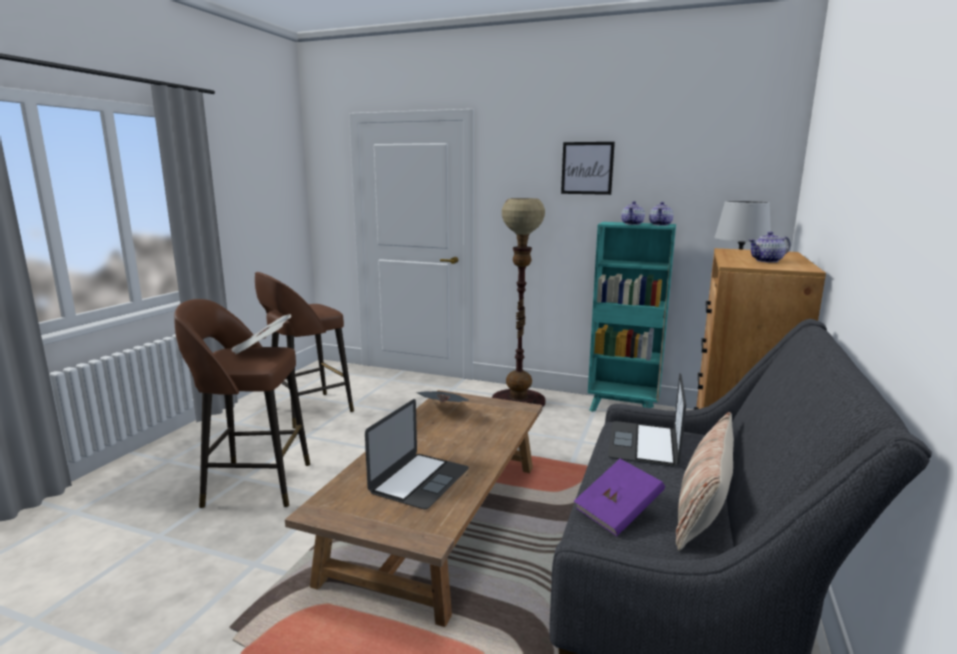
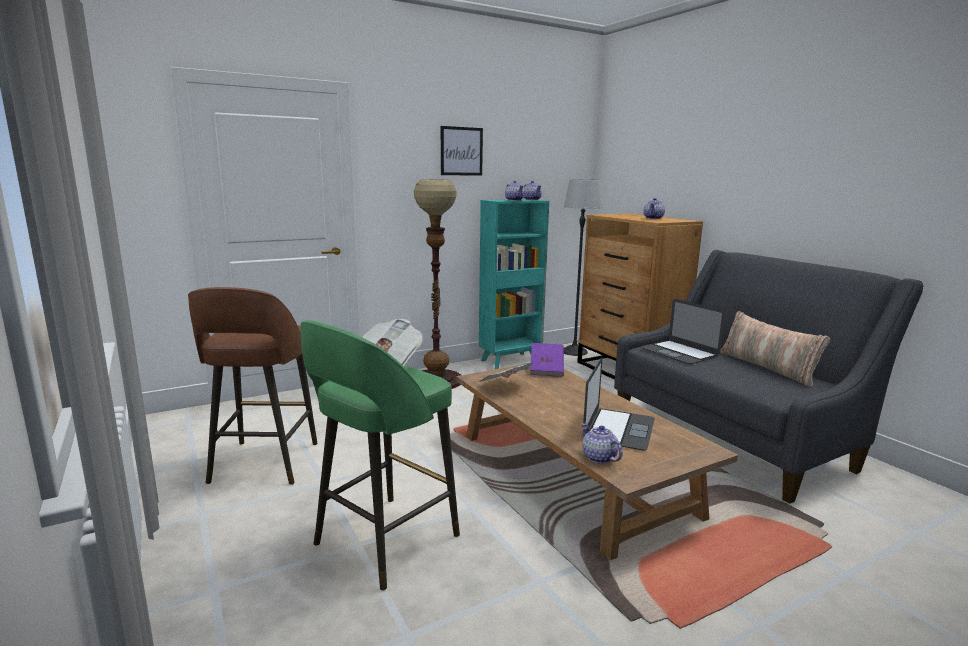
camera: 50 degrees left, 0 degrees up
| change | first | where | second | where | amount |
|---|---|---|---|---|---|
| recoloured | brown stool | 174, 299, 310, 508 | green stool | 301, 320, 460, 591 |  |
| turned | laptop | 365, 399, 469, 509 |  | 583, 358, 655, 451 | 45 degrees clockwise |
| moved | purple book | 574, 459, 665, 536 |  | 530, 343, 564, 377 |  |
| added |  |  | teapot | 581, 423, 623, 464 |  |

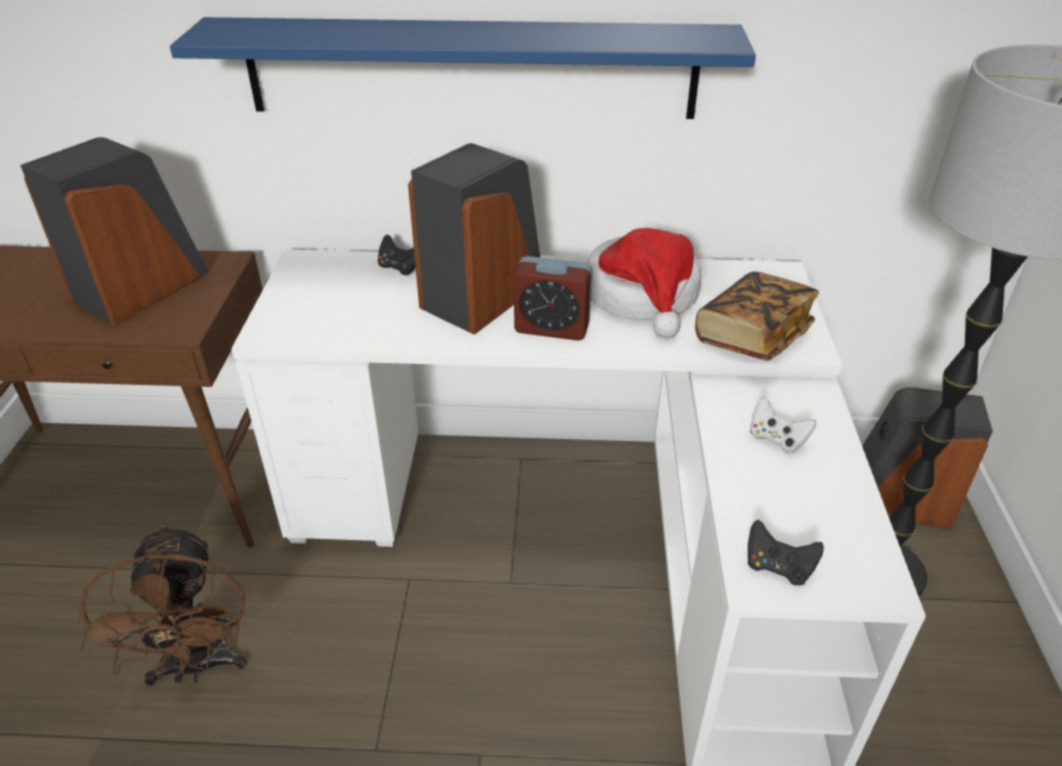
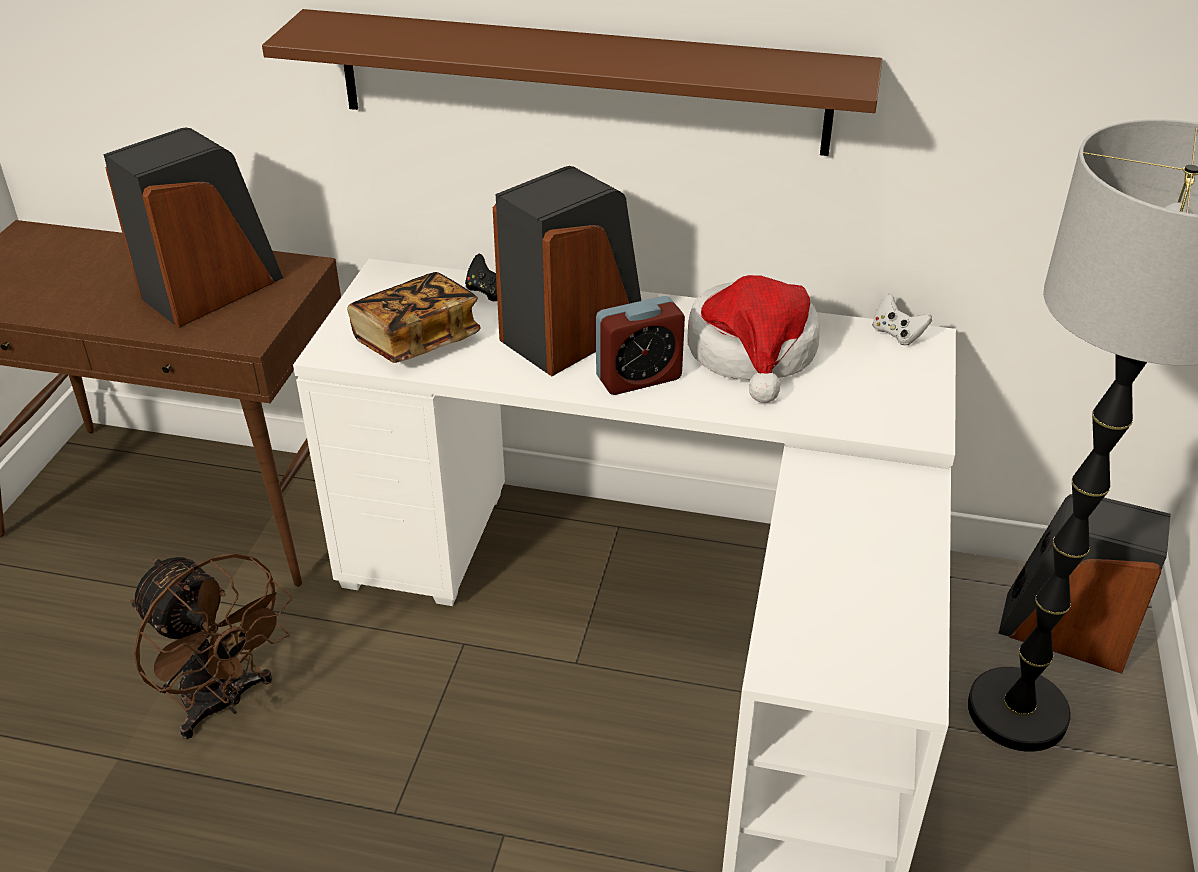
camera: 10 degrees right, 0 degrees up
| change | first | where | second | where | amount |
|---|---|---|---|---|---|
| turned | brown fan | 78, 523, 247, 686 |  | 130, 553, 292, 739 | 45 degrees counterclockwise |
| recoloured | blue shelf | 170, 17, 756, 119 | brown shelf | 262, 9, 882, 156 |  |
| turned | alarm clock | 513, 256, 592, 341 |  | 596, 296, 685, 395 | 45 degrees counterclockwise |
| moved | book | 695, 271, 819, 361 |  | 347, 272, 481, 363 |  |
| removed | black game controller | 747, 520, 824, 586 |  |  |  |
| moved | white game controller | 750, 396, 816, 454 |  | 872, 293, 932, 345 |  |

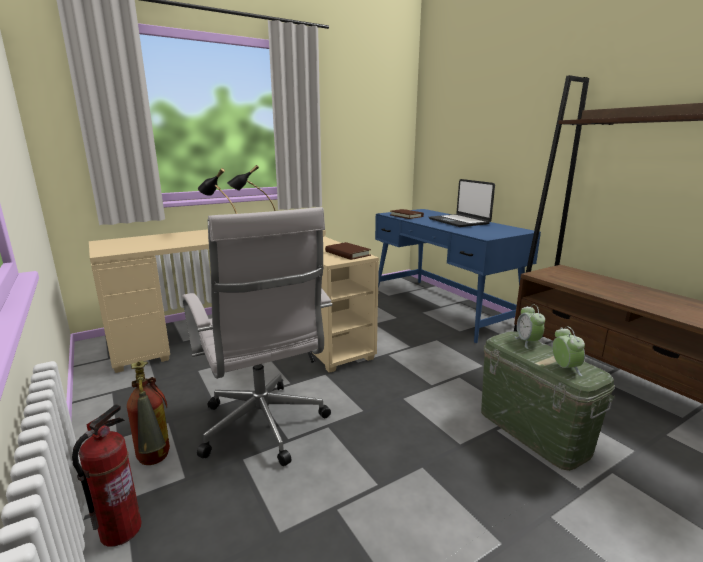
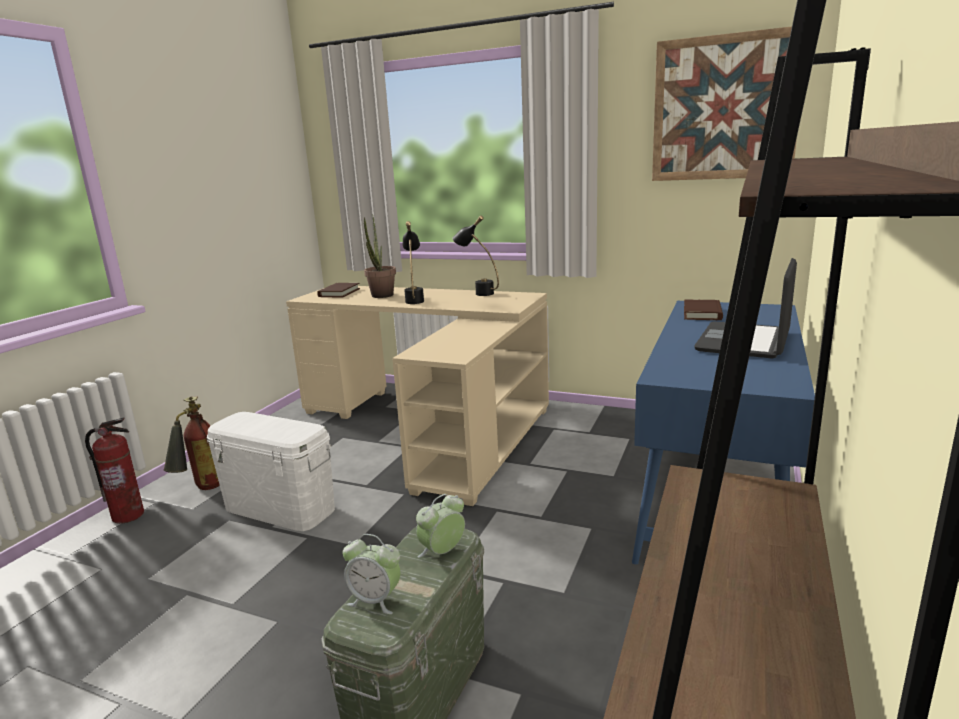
camera: 55 degrees right, 0 degrees up
| change | first | where | second | where | amount |
|---|---|---|---|---|---|
| replaced | white office chair | 182, 207, 332, 466 | white storage box | 207, 412, 335, 531 |  |
| moved | brown book | 325, 242, 371, 260 |  | 317, 283, 360, 297 |  |
| turned | alarm clock | 552, 326, 585, 376 |  | 343, 534, 401, 614 | 60 degrees clockwise |
| added |  |  | potted plant | 364, 215, 396, 298 |  |
| added |  |  | picture | 652, 26, 797, 181 |  |

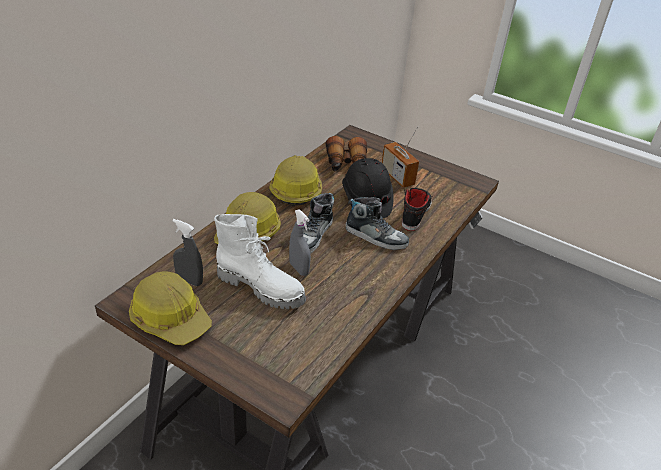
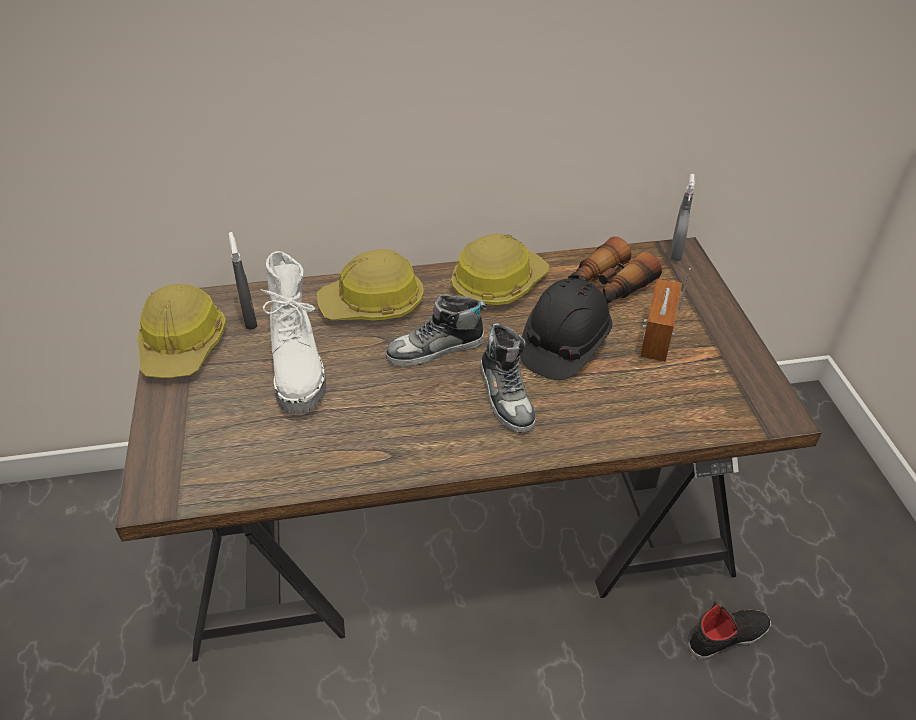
camera: 50 degrees right, 5 degrees up
| change | first | where | second | where | amount |
|---|---|---|---|---|---|
| moved | grey spray bottle | 289, 209, 311, 276 |  | 670, 174, 695, 261 |  |
| moved | black shoe | 402, 188, 432, 231 |  | 688, 601, 771, 660 |  |

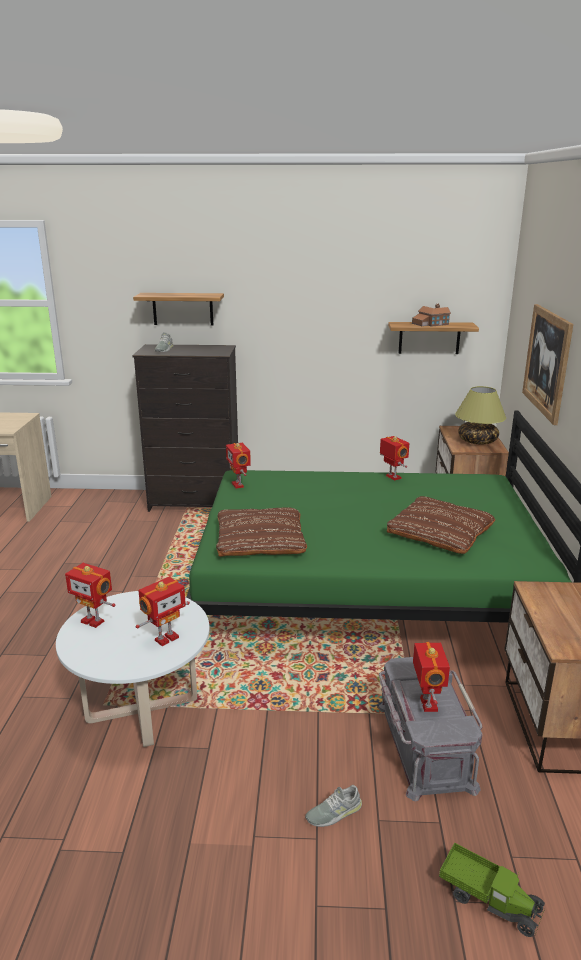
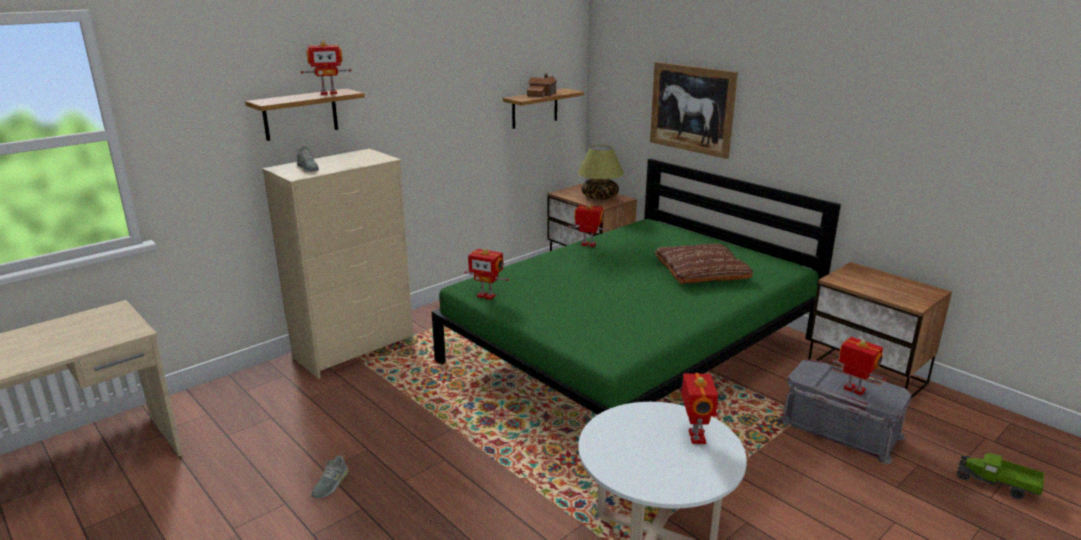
camera: 45 degrees left, 0 degrees up
| change | first | where | second | where | amount |
|---|---|---|---|---|---|
| moved | toy robot | 65, 563, 116, 628 |  | 301, 41, 351, 95 |  |
| recoloured | black dresser | 132, 344, 238, 512 | beige dresser | 262, 149, 414, 379 |  |
| removed | brown pillow | 216, 507, 307, 557 |  |  |  |
| moved | grey shoe | 305, 785, 362, 827 |  | 311, 456, 349, 498 |  |
| turned | toy truck | 439, 842, 545, 937 |  | 957, 453, 1045, 500 | 135 degrees counterclockwise |

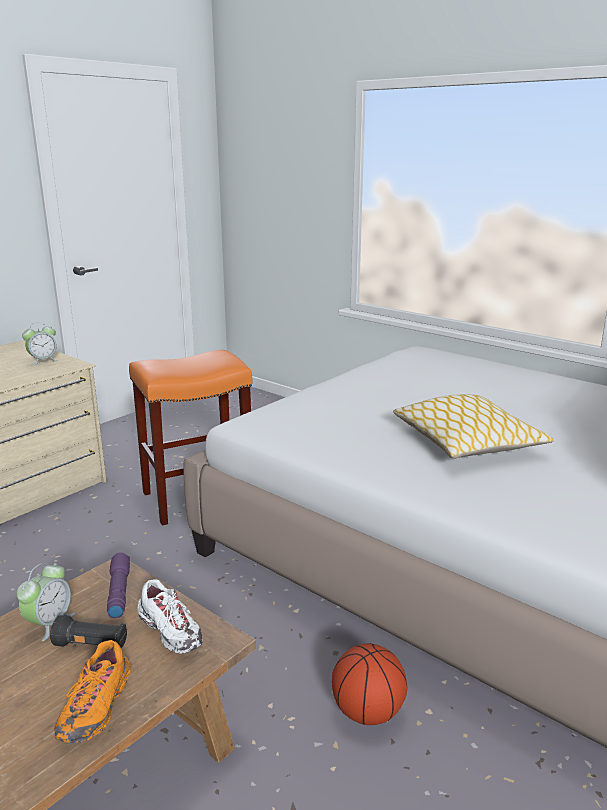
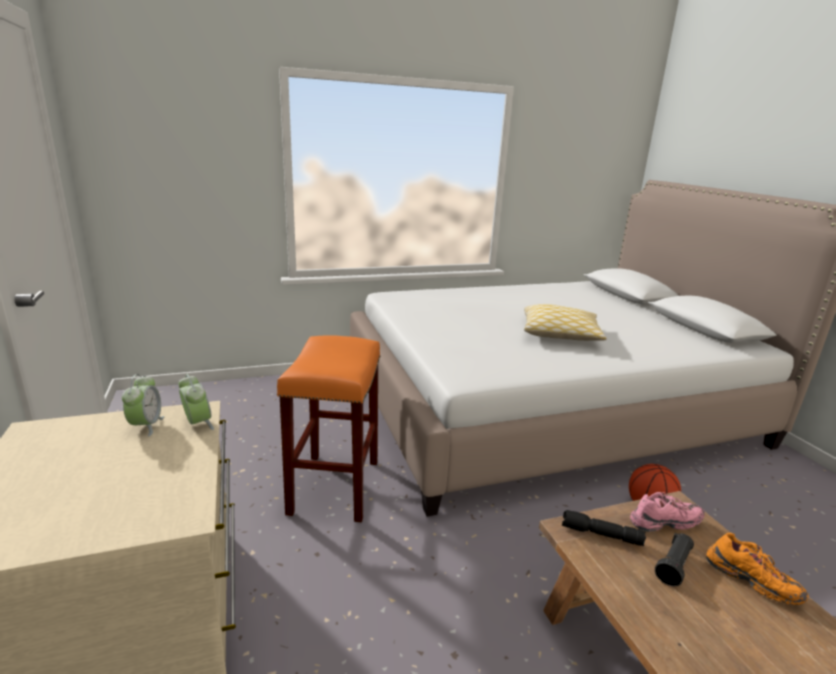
camera: 60 degrees left, 0 degrees up
| change | first | where | second | where | amount |
|---|---|---|---|---|---|
| moved | alarm clock | 16, 563, 75, 641 |  | 179, 374, 214, 430 |  |
| recoloured | purple flashlight | 107, 552, 130, 618 | black flashlight | 562, 510, 646, 546 |  |
| recoloured | white shoe | 137, 579, 203, 654 | pink shoe | 630, 492, 705, 532 |  |

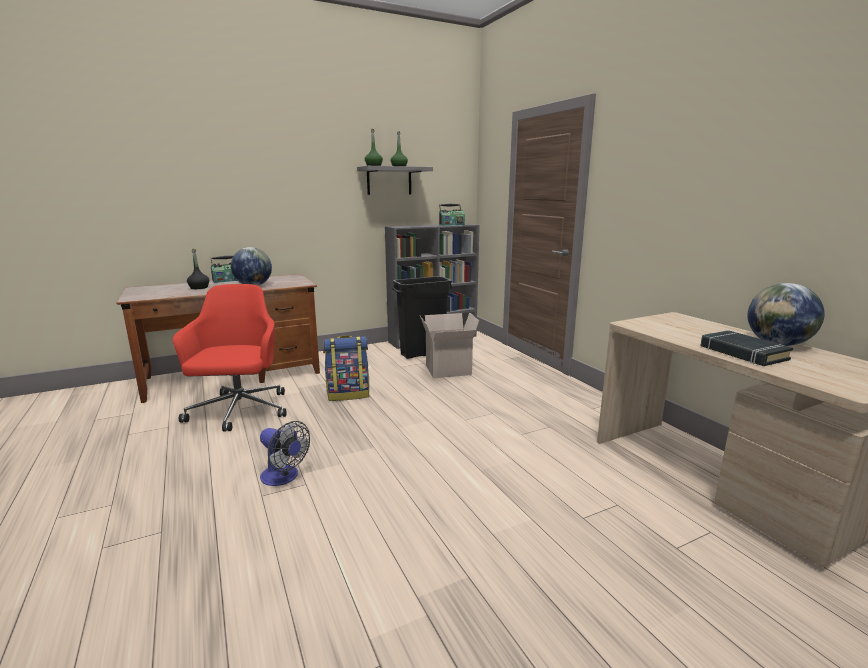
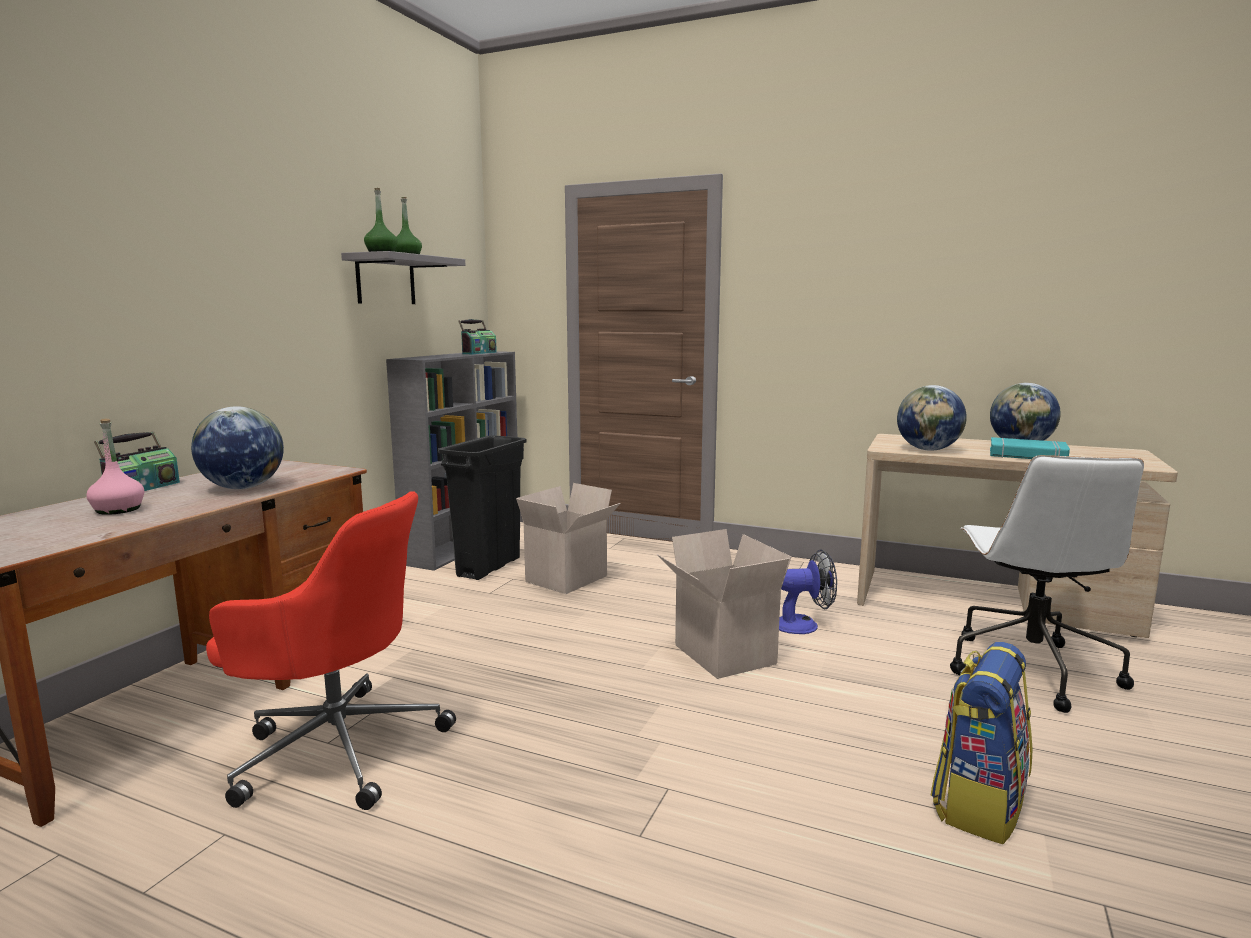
camera: 40 degrees left, 5 degrees down
| change | first | where | second | where | amount |
|---|---|---|---|---|---|
| turned | red office chair | 173, 284, 286, 432 |  | 206, 491, 456, 810 | 150 degrees clockwise |
| recoloured | black bottle | 187, 248, 209, 289 | pink bottle | 86, 419, 144, 515 |  |
| moved | fan | 260, 421, 310, 486 |  | 779, 549, 837, 634 |  |
| moved | backpack | 323, 335, 369, 401 |  | 930, 642, 1032, 844 |  |
| recoloured | black book | 700, 330, 793, 366 | turquoise book | 990, 437, 1070, 459 |  |
| added |  |  | cardboard box | 657, 529, 791, 679 |  |
| added |  |  | globe | 897, 385, 967, 451 |  |
| added |  |  | white office chair | 950, 455, 1144, 713 |  |

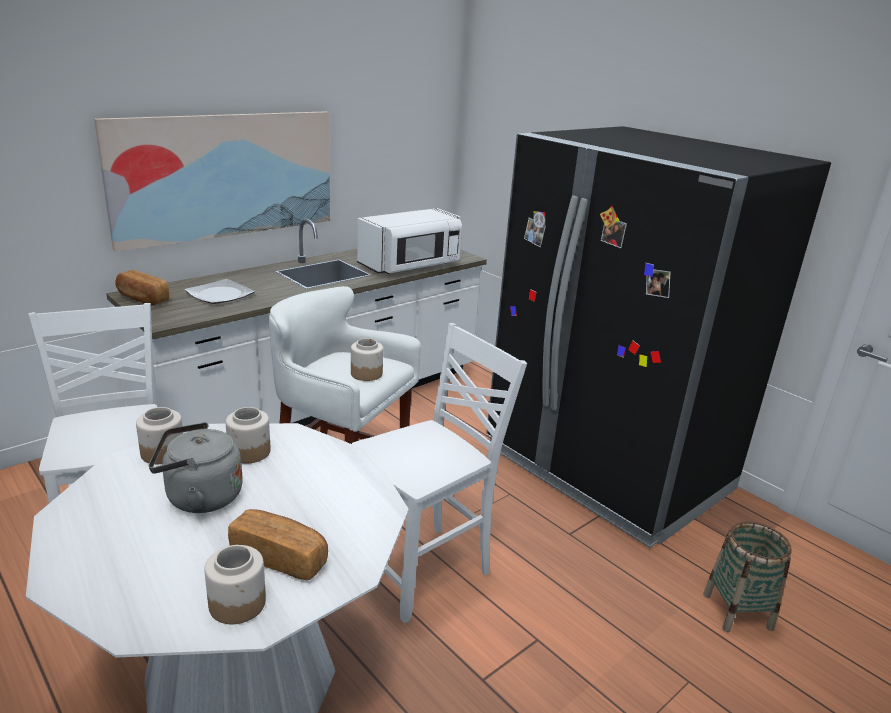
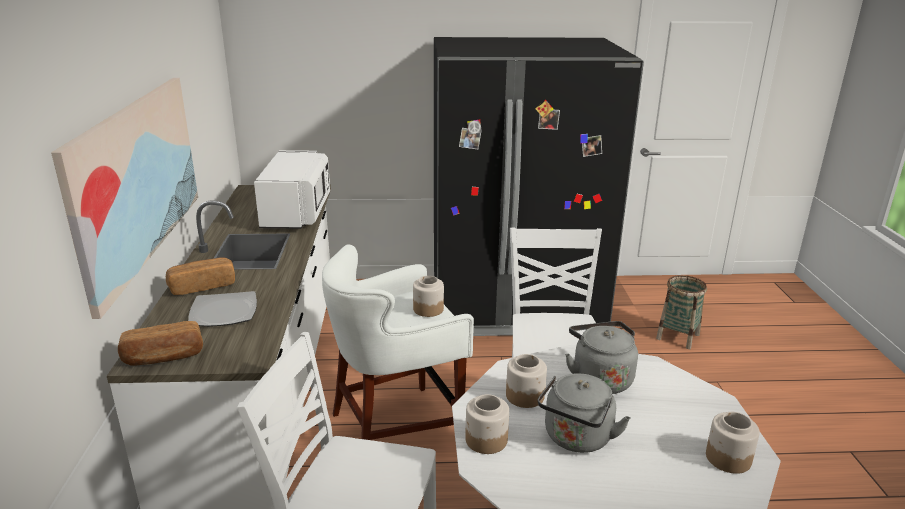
camera: 50 degrees left, 0 degrees up
| change | first | where | second | where | amount |
|---|---|---|---|---|---|
| moved | bread | 228, 509, 328, 581 |  | 166, 257, 235, 295 |  |
| added |  |  | grey kettle | 565, 321, 638, 394 |  |

